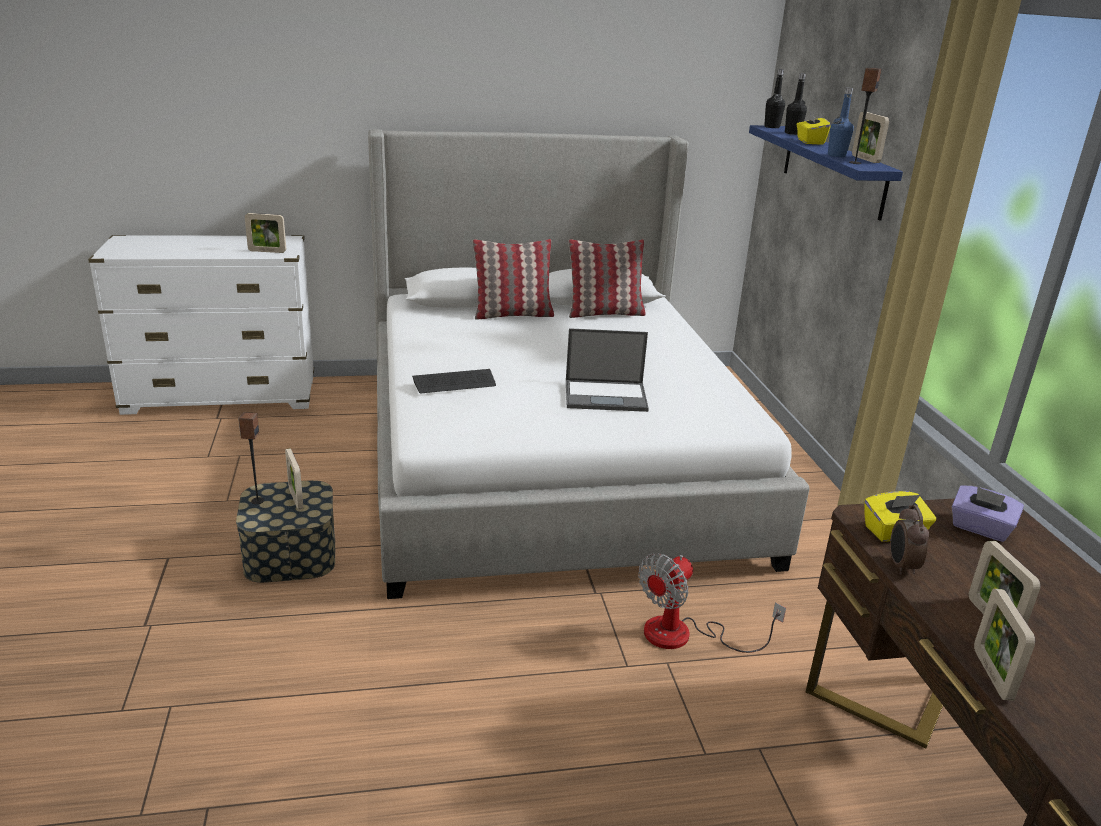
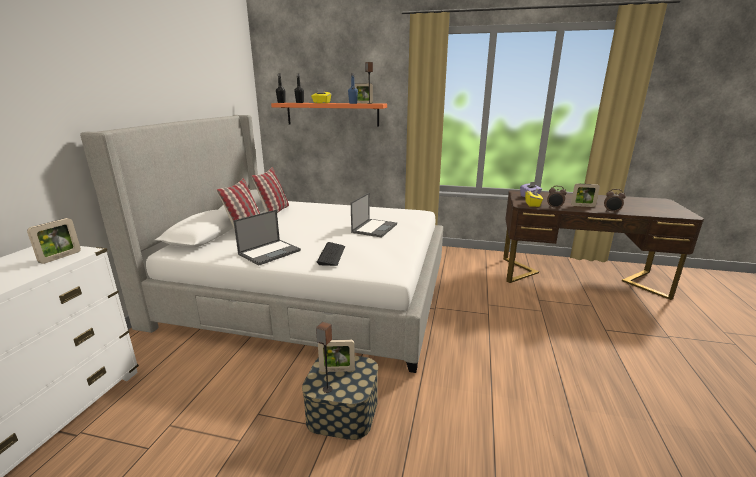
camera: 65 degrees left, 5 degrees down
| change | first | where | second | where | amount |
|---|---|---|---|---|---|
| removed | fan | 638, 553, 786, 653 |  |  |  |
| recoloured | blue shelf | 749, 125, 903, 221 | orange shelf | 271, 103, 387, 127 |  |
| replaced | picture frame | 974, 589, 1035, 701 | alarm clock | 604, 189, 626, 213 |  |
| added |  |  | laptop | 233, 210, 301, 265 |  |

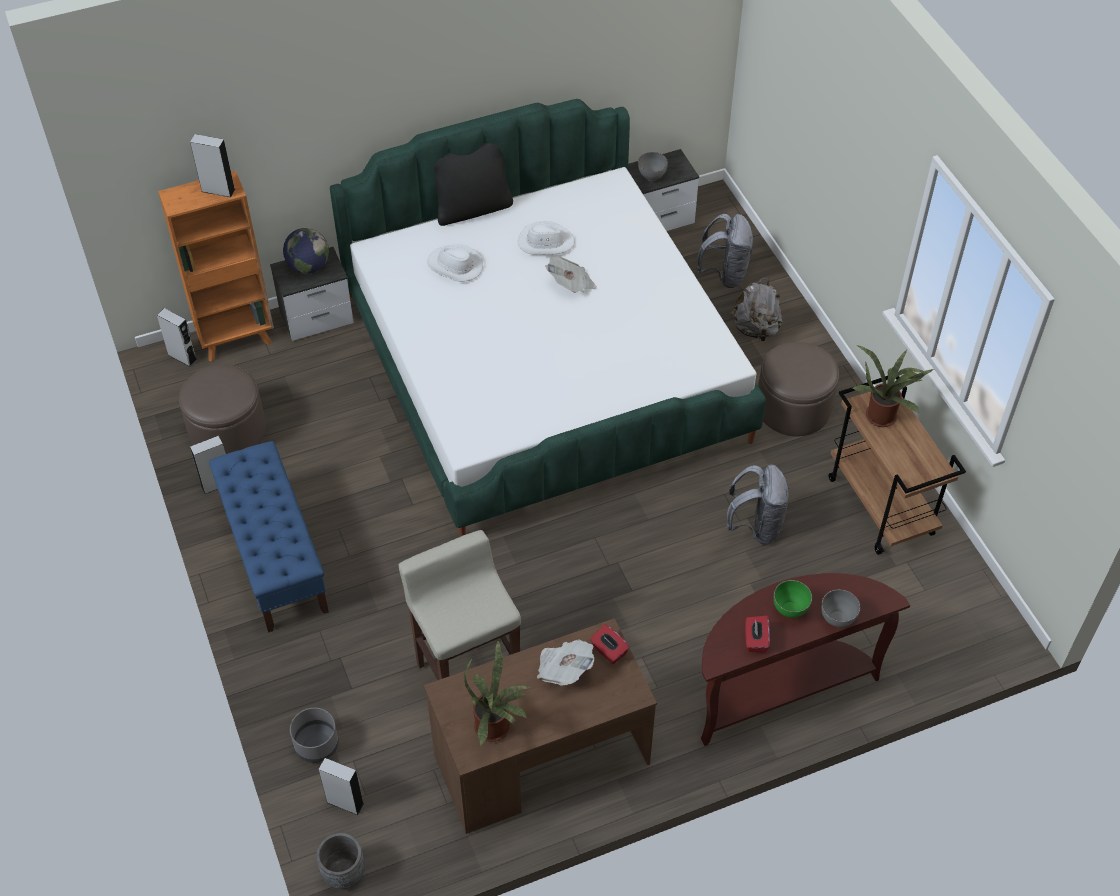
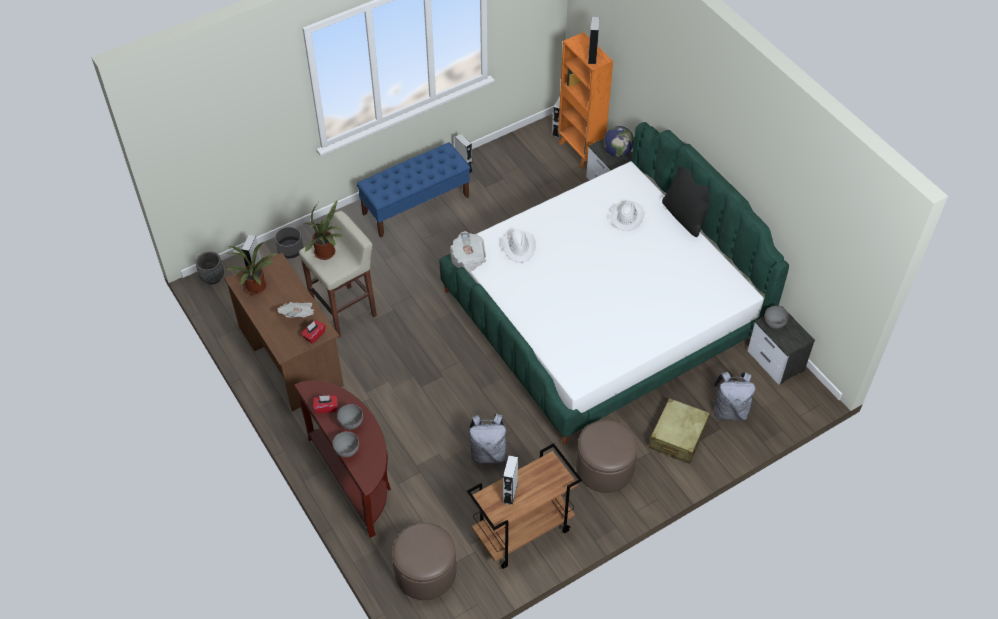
camera: 80 degrees right, 0 degrees up
| change | first | where | second | where | amount |
|---|---|---|---|---|---|
| moved | brown ottoman | 179, 364, 266, 454 |  | 392, 522, 456, 600 |  |
| moved | white hat | 518, 221, 575, 254 |  | 502, 230, 536, 263 |  |
| moved | newspaper | 545, 256, 597, 293 |  | 453, 231, 486, 272 |  |
| replaced | grey backpack | 731, 278, 783, 342 | beige suitcase | 649, 398, 710, 464 |  |
| recoloured | green bowl | 773, 580, 812, 618 | grey bowl | 337, 404, 363, 430 |  |
| moved | potted plant | 853, 345, 934, 427 |  | 303, 200, 343, 260 |  |
| added |  |  | grey speaker | 503, 455, 518, 505 |  |

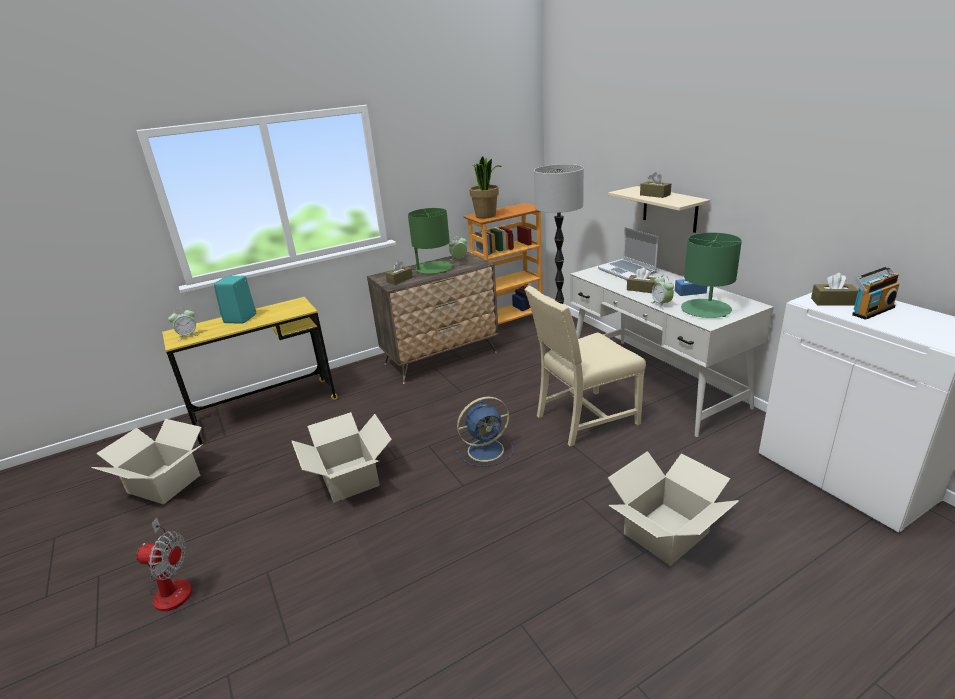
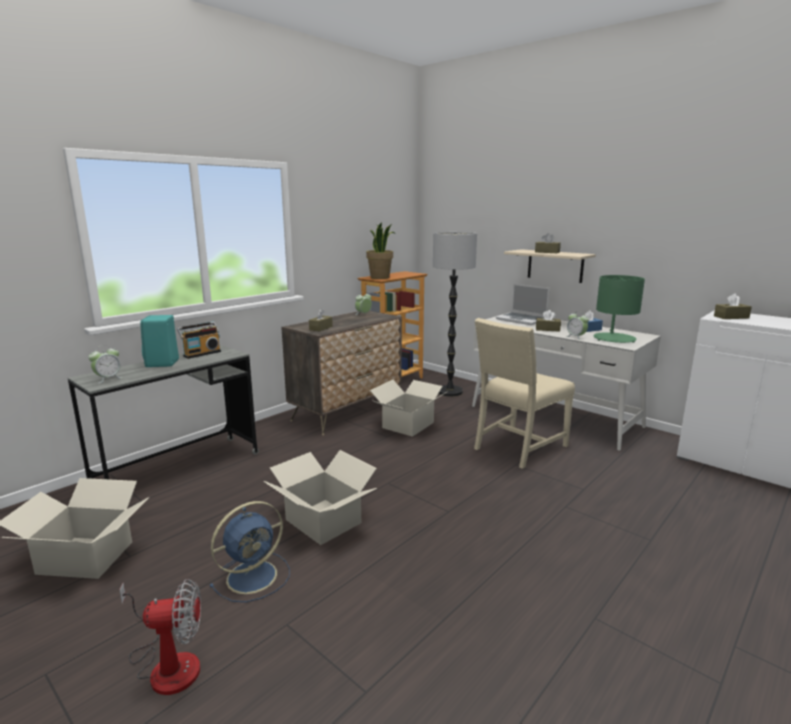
camera: 20 degrees left, 10 degrees down
| change | first | where | second | where | amount |
|---|---|---|---|---|---|
| recoloured | yellow desk | 162, 297, 338, 444 | grey desk | 68, 345, 259, 479 |  |
| removed | green table lamp | 408, 208, 452, 274 |  |  |  |
| moved | blue fan | 456, 397, 514, 467 |  | 209, 501, 290, 602 |  |
| moved | cardboard box | 608, 451, 739, 566 |  | 370, 380, 448, 437 |  |
| moved | radio | 852, 266, 899, 320 |  | 177, 322, 221, 359 |  |

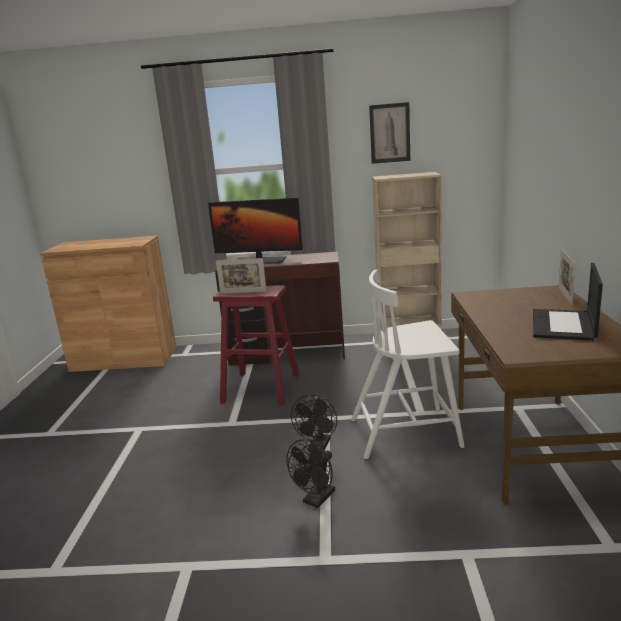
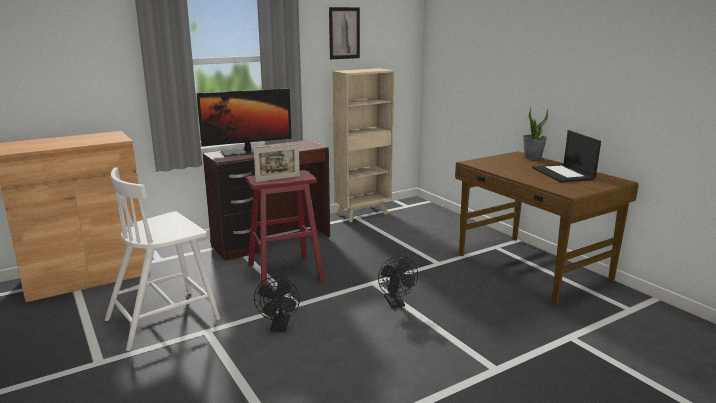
camera: 35 degrees left, 0 degrees up
| change | first | where | second | where | amount |
|---|---|---|---|---|---|
| moved | black fan | 286, 439, 335, 508 |  | 254, 276, 300, 332 |  |
| moved | white chair | 351, 270, 465, 459 |  | 105, 167, 220, 351 |  |
| replaced | picture frame | 559, 249, 576, 305 | potted plant | 523, 107, 548, 160 |  |

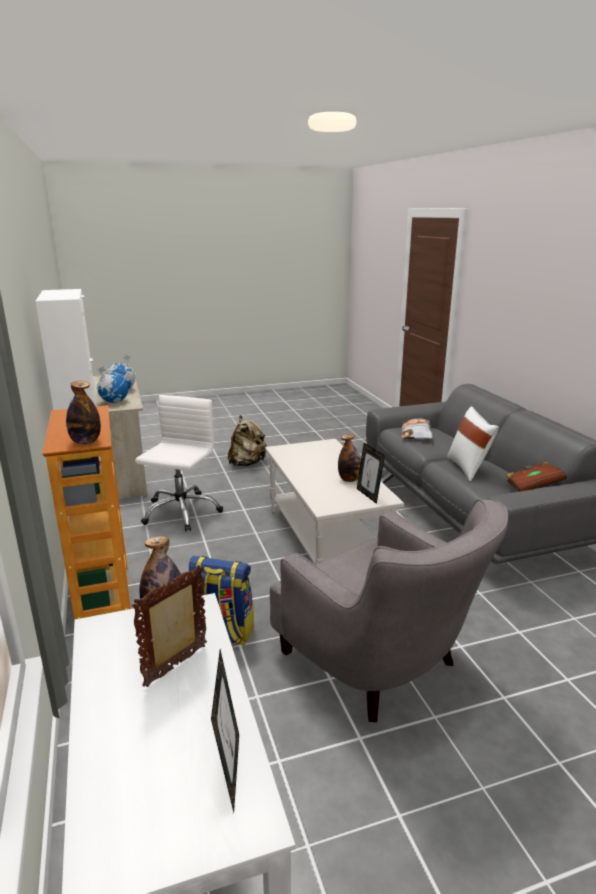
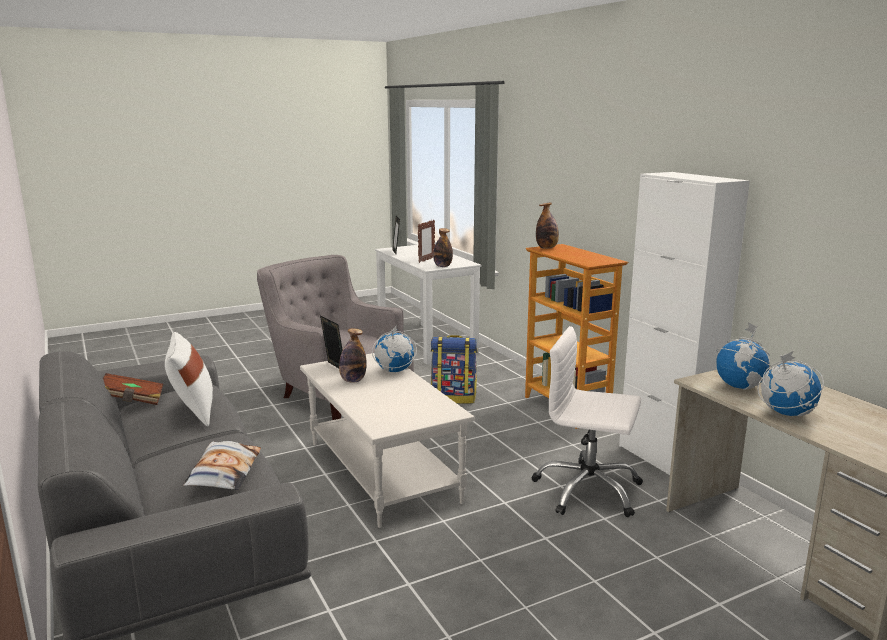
camera: 170 degrees right, 5 degrees down
| change | first | where | second | where | amount |
|---|---|---|---|---|---|
| turned | white office chair | 135, 395, 223, 531 |  | 531, 326, 643, 517 | 105 degrees clockwise |
| removed | beige backpack | 228, 415, 267, 466 |  |  |  |
| added |  |  | globe | 372, 325, 417, 372 |  |

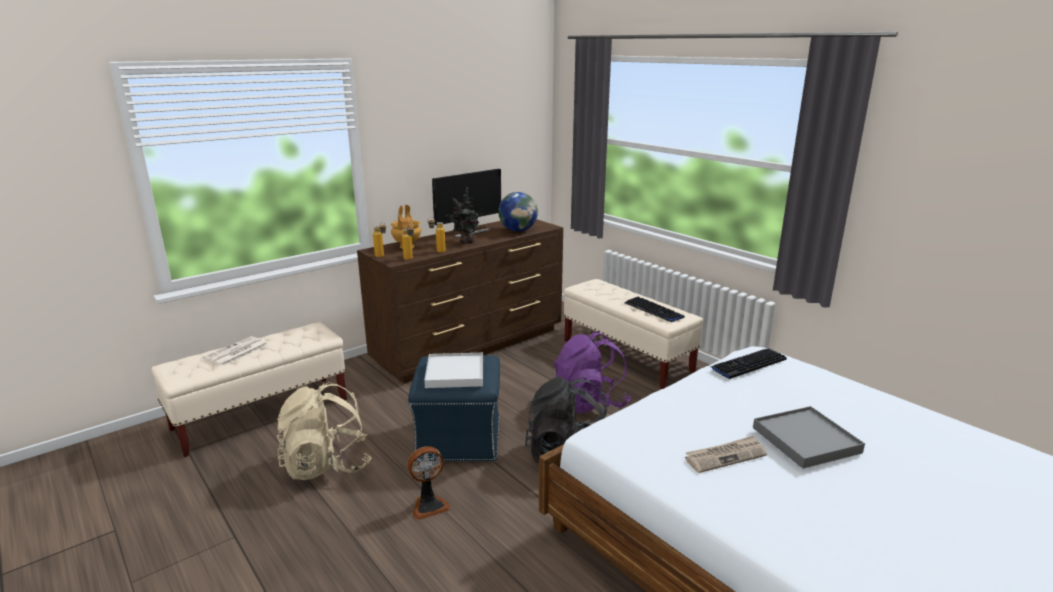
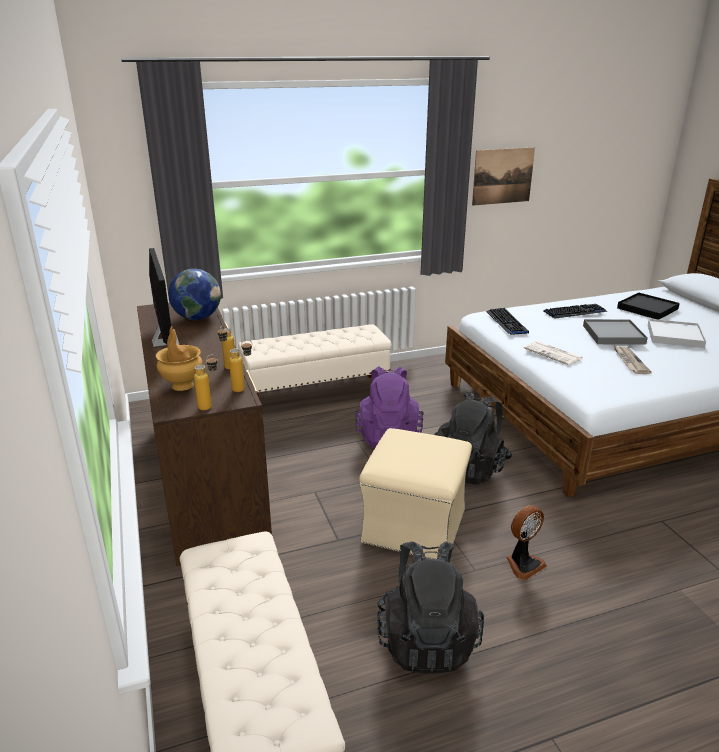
camera: 70 degrees left, 5 degrees up
| change | first | where | second | where | amount |
|---|---|---|---|---|---|
| moved | newspaper | 203, 336, 268, 366 |  | 524, 341, 584, 365 |  |
| recoloured | beige backpack | 277, 382, 371, 480 | black backpack | 377, 542, 484, 674 |  |
| recoloured | blue ottoman | 408, 356, 500, 462 | beige ottoman | 359, 428, 472, 559 |  |
| turned | fan | 408, 446, 451, 520 |  | 506, 505, 547, 580 | 60 degrees clockwise |
| moved | white tray | 424, 353, 483, 388 |  | 648, 319, 706, 348 |  |
| removed | potted plant | 445, 187, 484, 244 |  |  |  |
| moved | keyboard | 625, 296, 685, 322 |  | 543, 304, 607, 319 |  |
| added |  |  | picture | 472, 147, 535, 206 |  |
| added |  |  | black tray | 617, 293, 680, 319 |  |

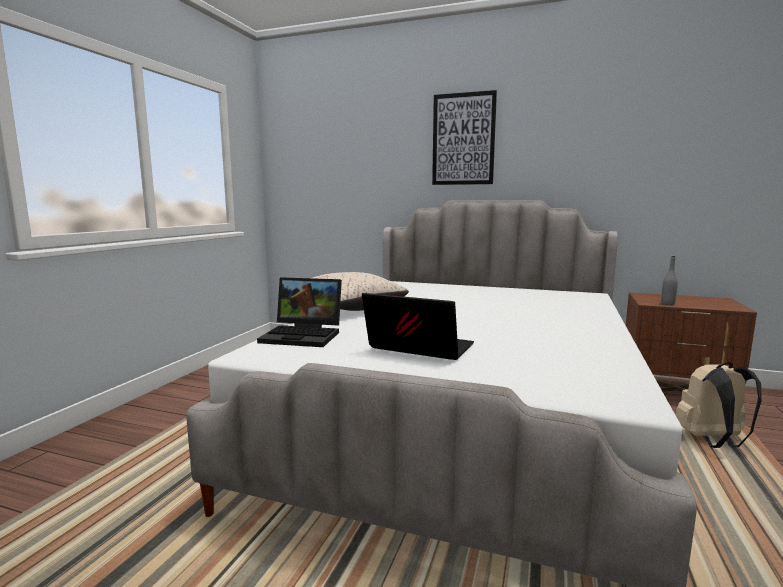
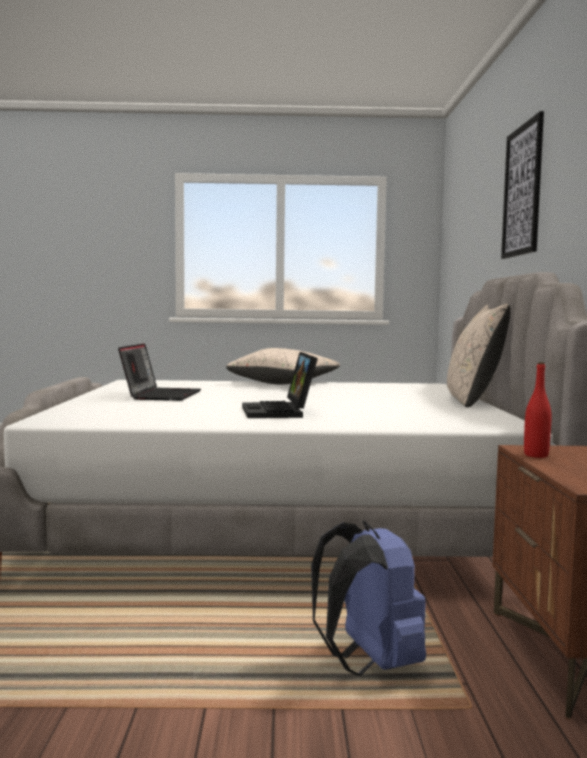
camera: 70 degrees right, 5 degrees down
| change | first | where | second | where | amount |
|---|---|---|---|---|---|
| moved | laptop | 257, 277, 342, 347 |  | 242, 352, 318, 418 |  |
| recoloured | grey bottle | 661, 256, 678, 306 | red bottle | 524, 362, 552, 458 |  |
| recoloured | beige backpack | 676, 362, 762, 448 | blue backpack | 311, 521, 426, 676 |  |
| added |  |  | beige pillow | 447, 304, 511, 408 |  |

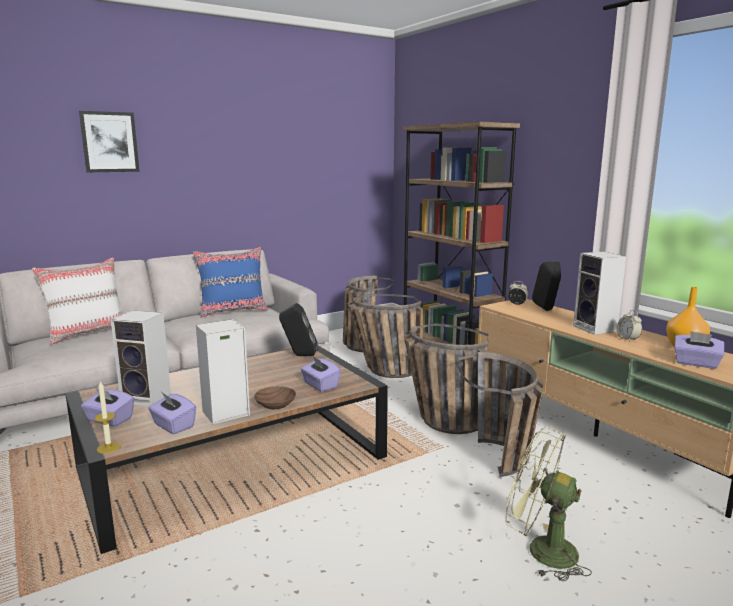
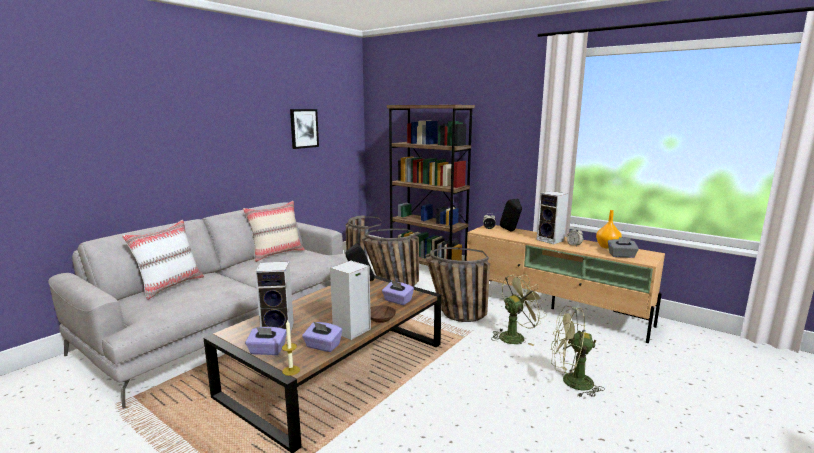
camera: 20 degrees left, 0 degrees up
| change | first | where | second | where | amount |
|---|---|---|---|---|---|
| moved | picture | 79, 111, 140, 172 |  | 290, 109, 319, 149 |  |
| recoloured | blue pillow | 193, 247, 268, 318 | beige pillow | 243, 201, 305, 262 |  |
| replaced | basket | 457, 352, 543, 477 | green fan | 491, 274, 547, 346 |  |
| recoloured | purple tissue box | 675, 331, 724, 369 | grey tissue box | 608, 237, 639, 258 |  |

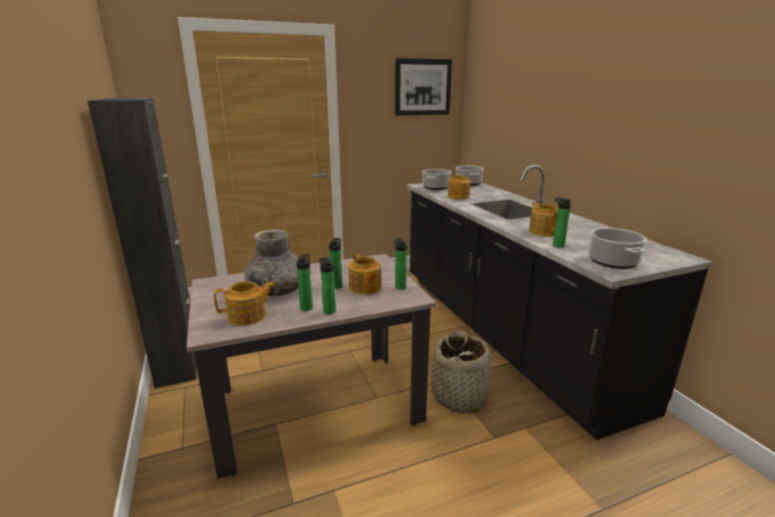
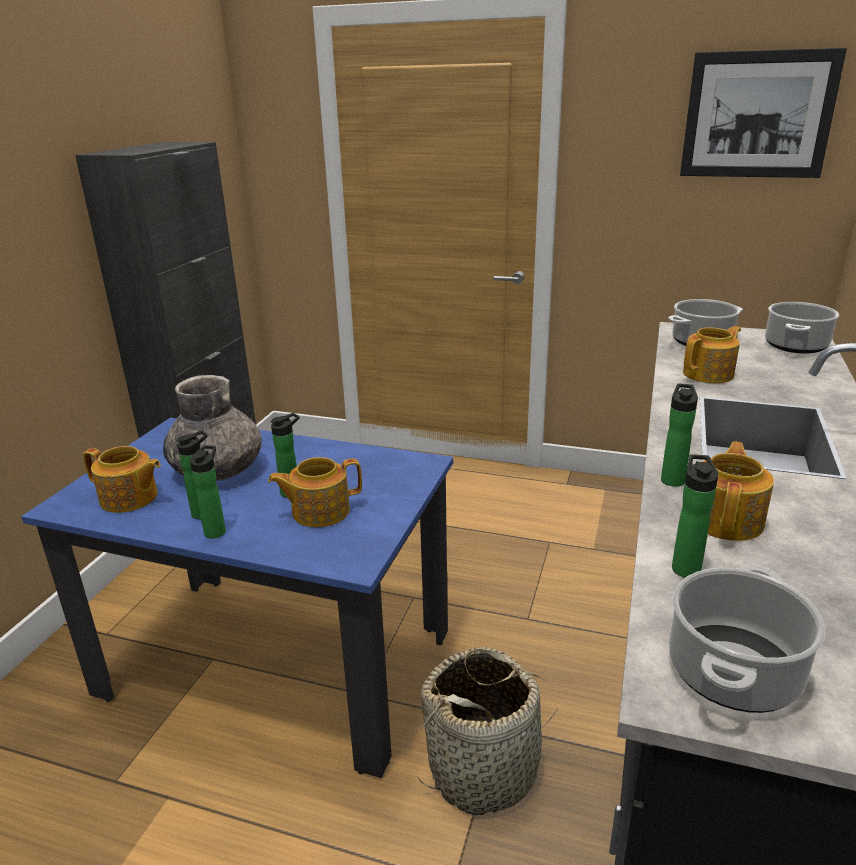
camera: 40 degrees right, 5 degrees up
| change | first | where | second | where | amount |
|---|---|---|---|---|---|
| recoloured | beige dining table | 186, 254, 437, 479 | blue dining table | 21, 417, 453, 778 |  |
| turned | teapot | 349, 253, 381, 295 |  | 268, 457, 362, 527 | 60 degrees clockwise |
| moved | bottle | 394, 238, 407, 289 |  | 661, 384, 698, 487 |  |

